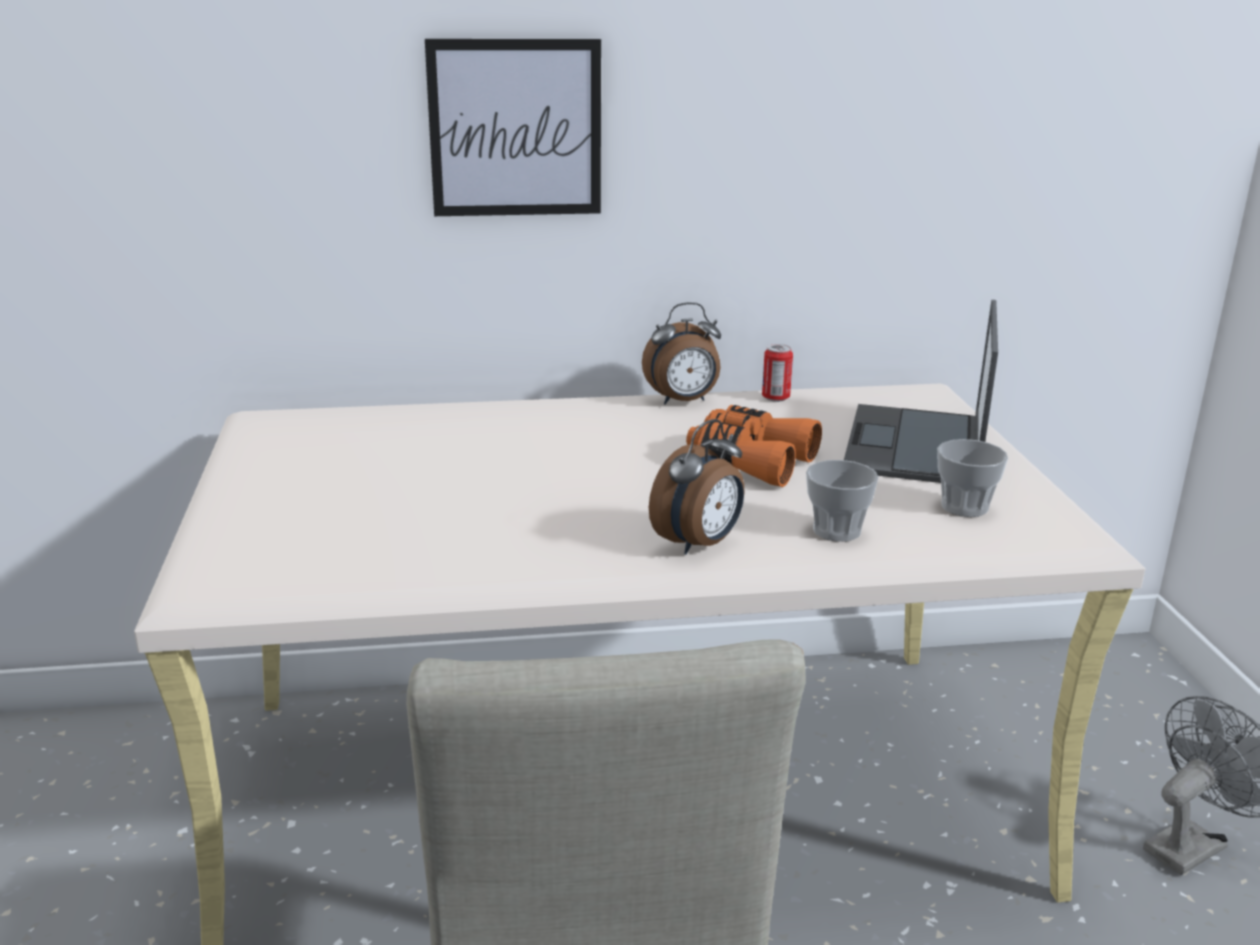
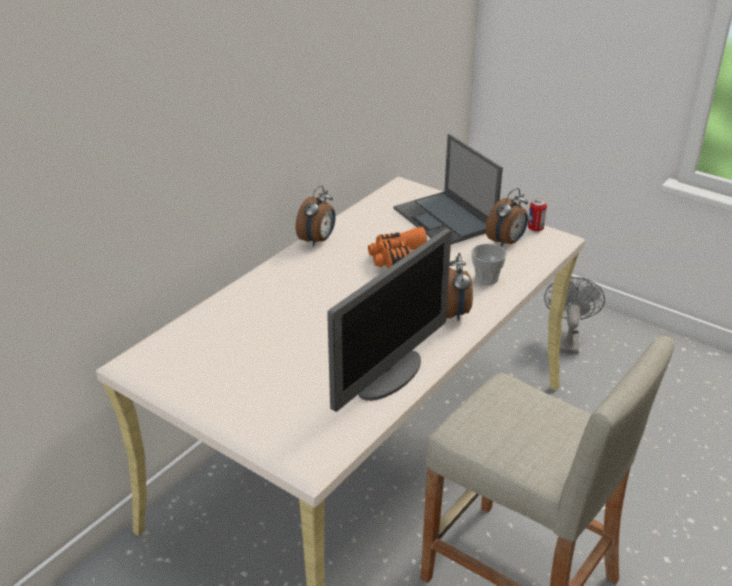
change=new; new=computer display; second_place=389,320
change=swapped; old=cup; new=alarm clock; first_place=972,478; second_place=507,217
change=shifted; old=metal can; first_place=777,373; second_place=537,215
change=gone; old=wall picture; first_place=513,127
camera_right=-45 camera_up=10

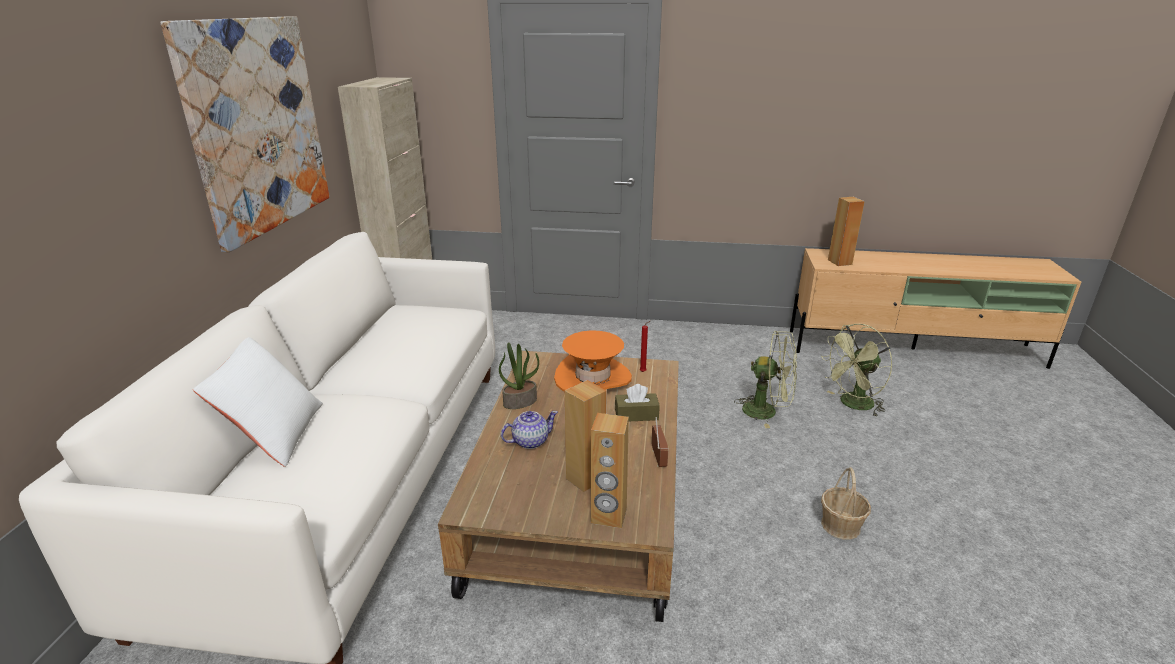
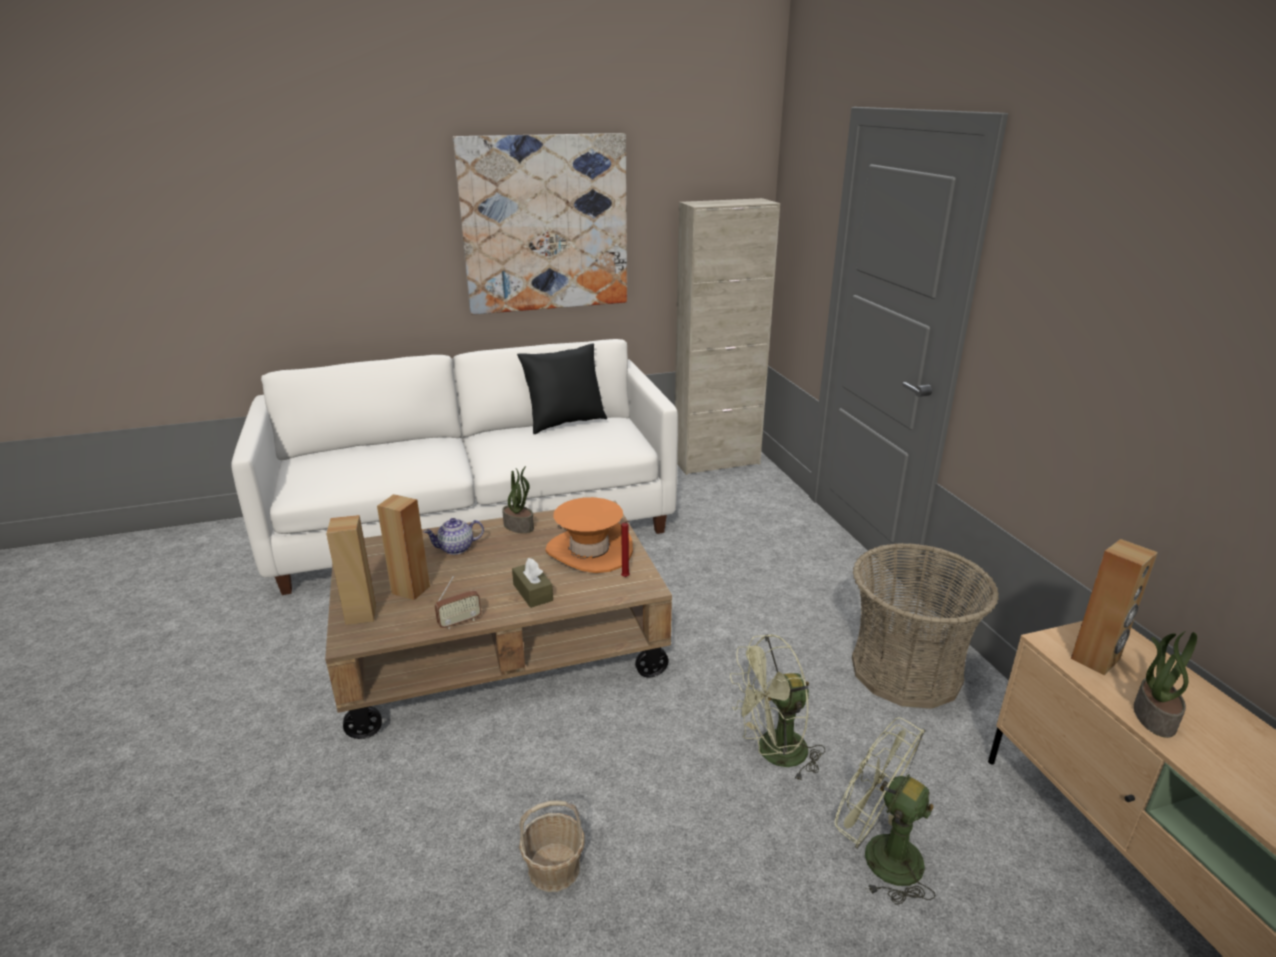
change=rotated; old=pot for tea; first_place=529,430; second_place=454,536; degrees=120
change=new; new=cushion (blackish); second_place=562,389
change=rotated; old=fan (green-coloured); first_place=765,379; second_place=777,708; degrees=75
change=new; new=storage basket; second_place=925,626
change=new; new=potted plant; second_place=1165,684
change=gone; old=cushion (whitish); first_place=258,402
camera_right=65 camera_up=0

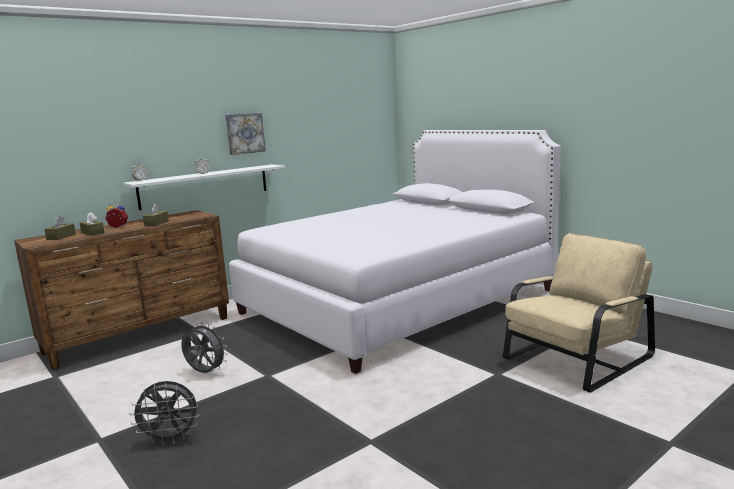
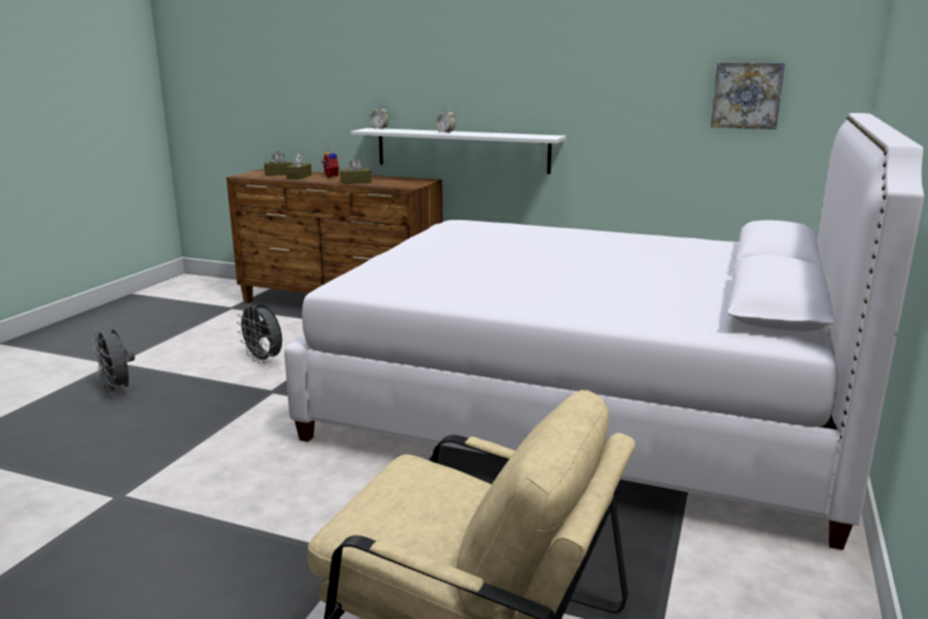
change=rotated; old=fan (gray); first_place=204,347; second_place=259,333; degrees=135
change=shifted; old=wall picture; first_place=245,134; second_place=748,95
camera_right=60 camera_up=5

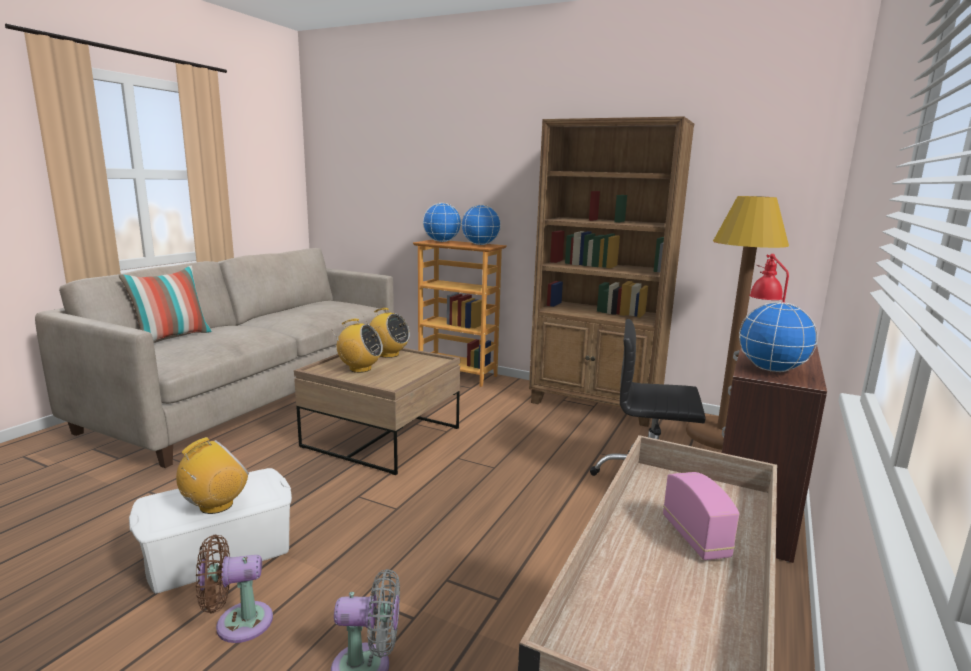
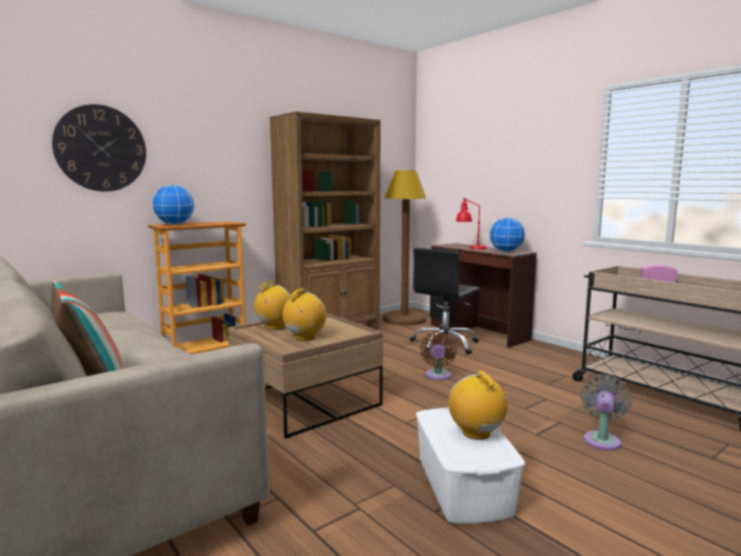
change=new; new=hanging clock; second_place=99,148
change=shifted; old=fan (brownish); first_place=234,589; second_place=438,356
change=gone; old=globe; first_place=481,225
camera_right=-65 camera_up=-5

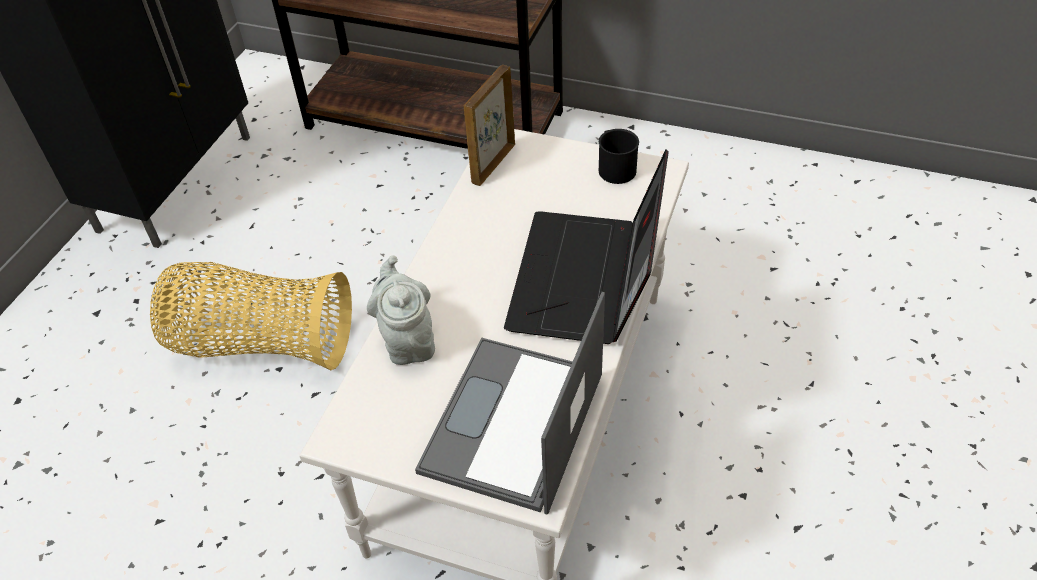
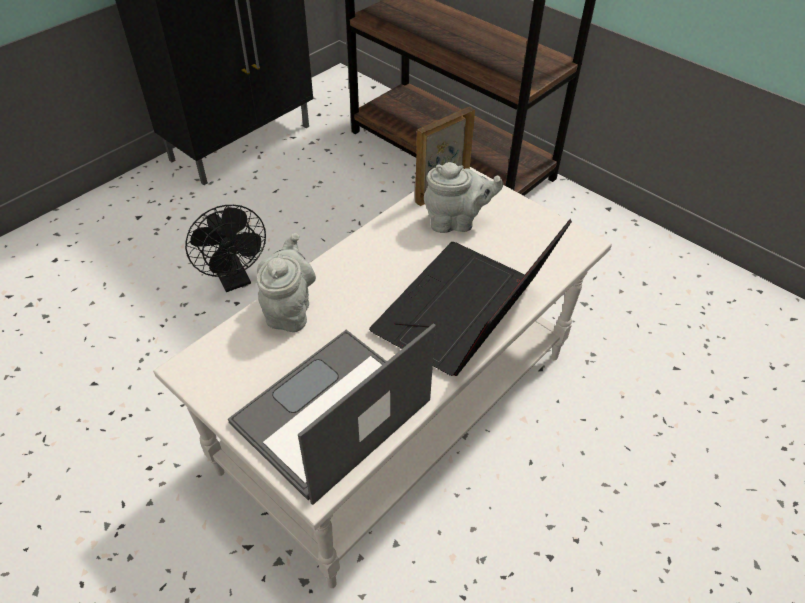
change=swapped; old=storage basket; new=fan (blackish); first_place=251,316; second_place=225,248
change=new; new=pot for tea (gray); second_place=463,197
change=gone; old=tea mug (blackish); first_place=619,156
camera_right=20 camera_up=0

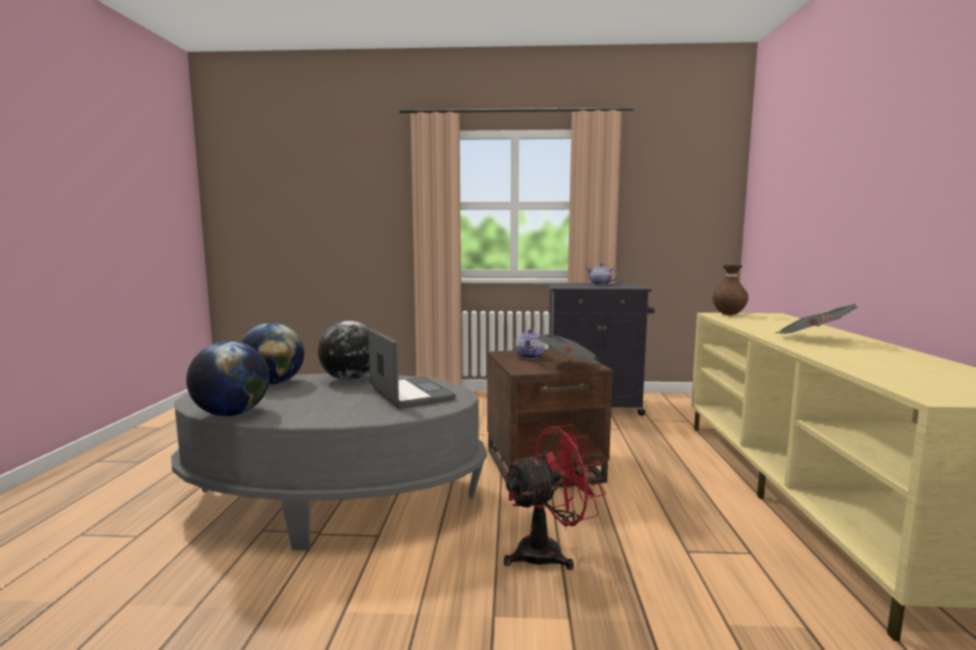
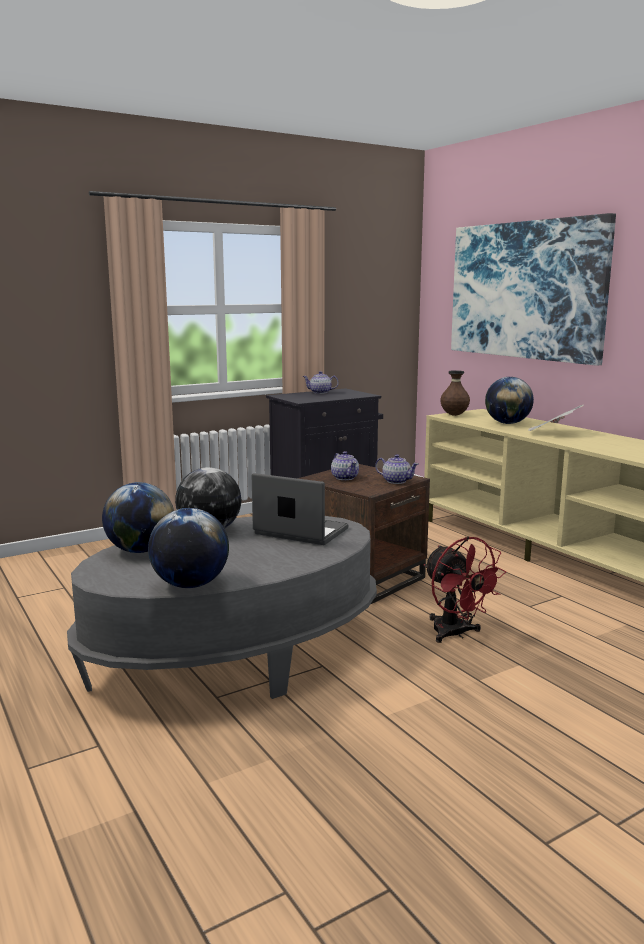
change=swapped; old=daily paper; new=pot for tea; first_place=568,348; second_place=397,469
change=rotated; old=fan (red); first_place=554,497; second_place=465,589; degrees=120
change=new; new=wall picture; second_place=533,289
change=new; new=globe; second_place=509,400
camera_right=-35 camera_up=5

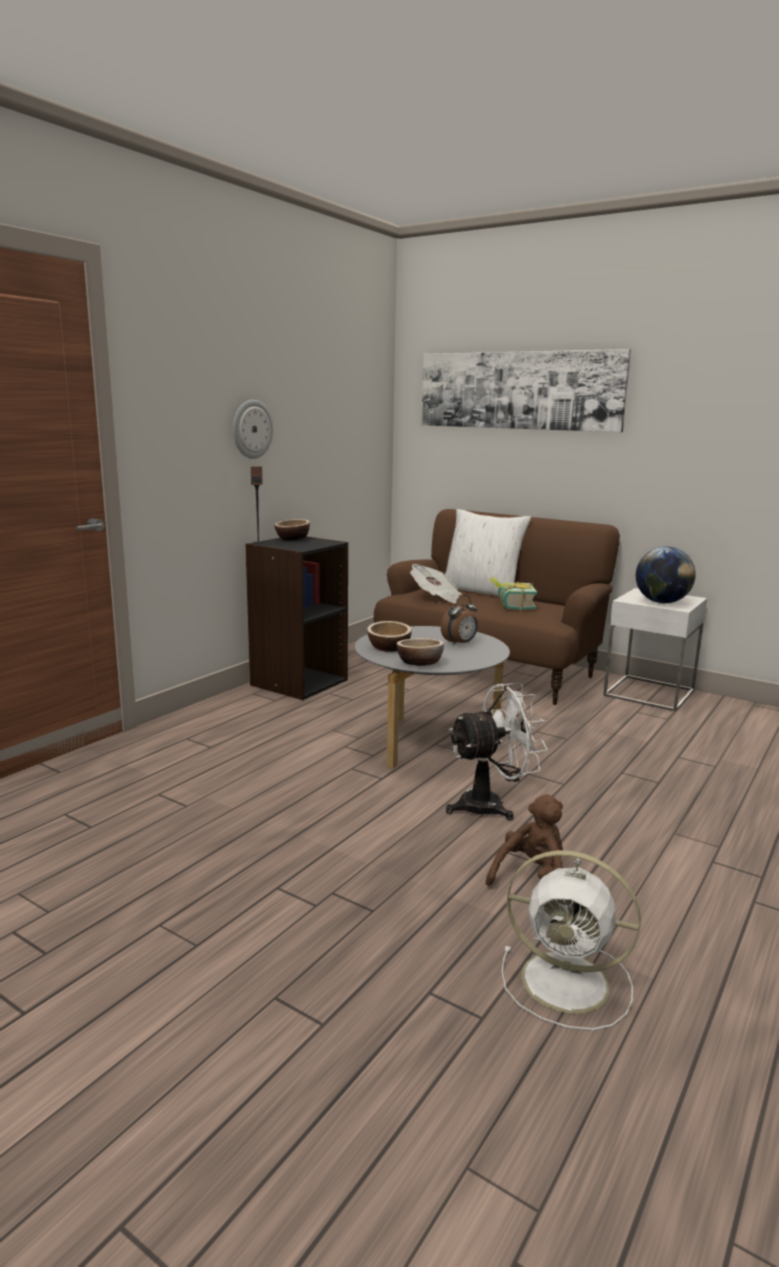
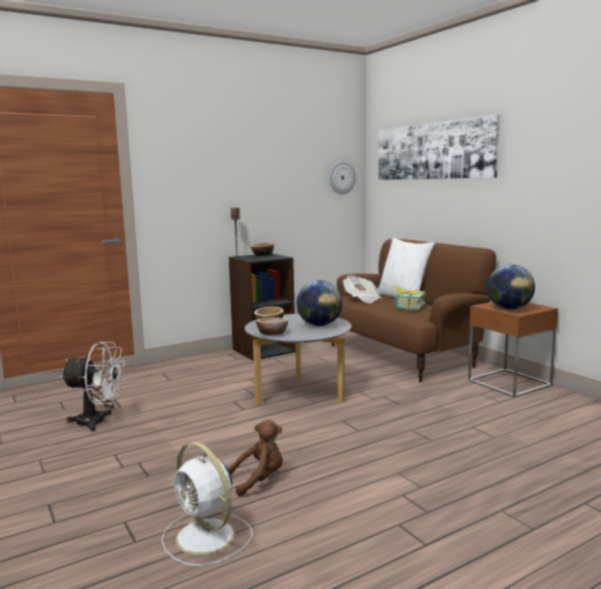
change=shifted; old=fan (whitish); first_place=497,751; second_place=93,387
change=swapped; old=alarm clock; new=globe; first_place=459,620; second_place=319,303
change=shifted; old=hanging clock; first_place=253,429; second_place=342,177
change=repainted; old=accent table (whitish); new=accent table (brownish); first_place=655,650; second_place=513,350
camera_right=25 camera_up=-5

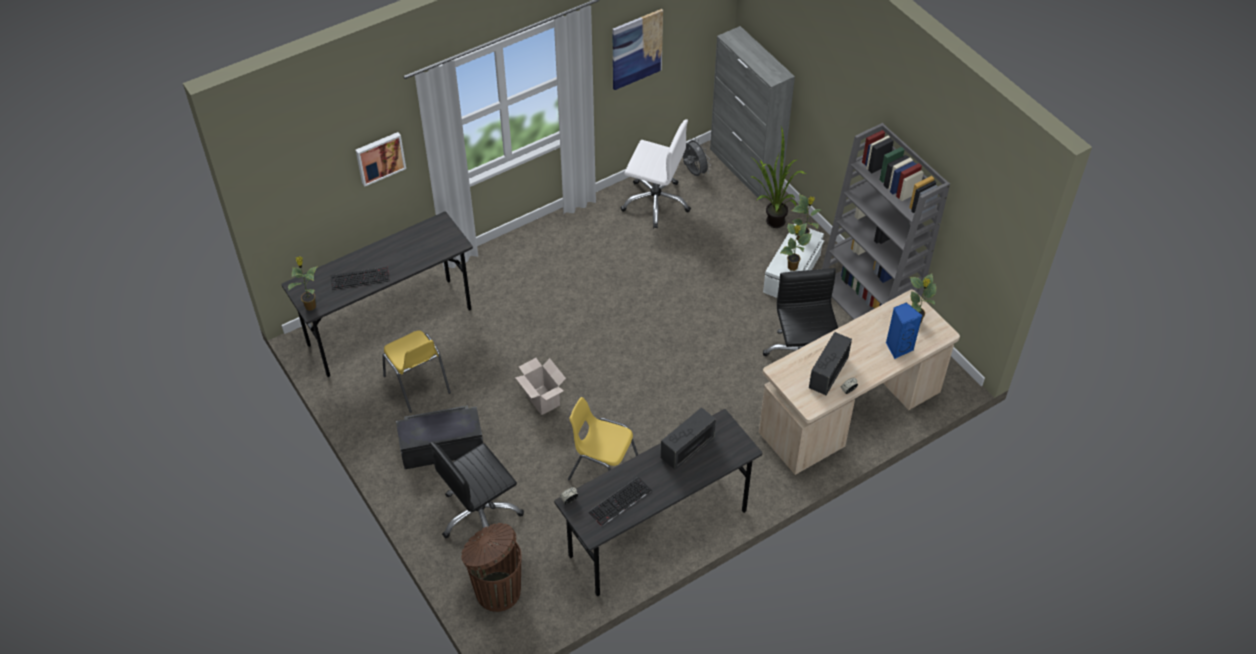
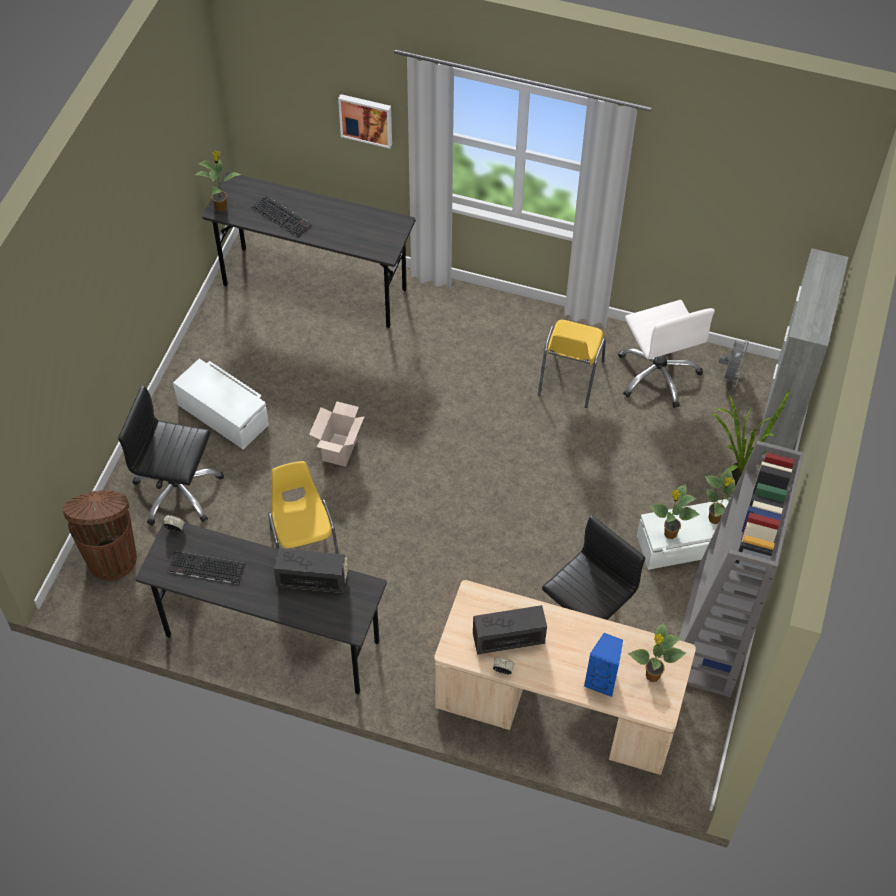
change=repainted; old=storage container (blackish); new=storage container (whitish); first_place=439,437; second_place=221,403
change=shifted; old=plain chair (yellow-coloured); first_place=416,371; second_place=572,364
change=gone; old=wall picture; first_place=637,49
camera_right=50 camera_up=5

